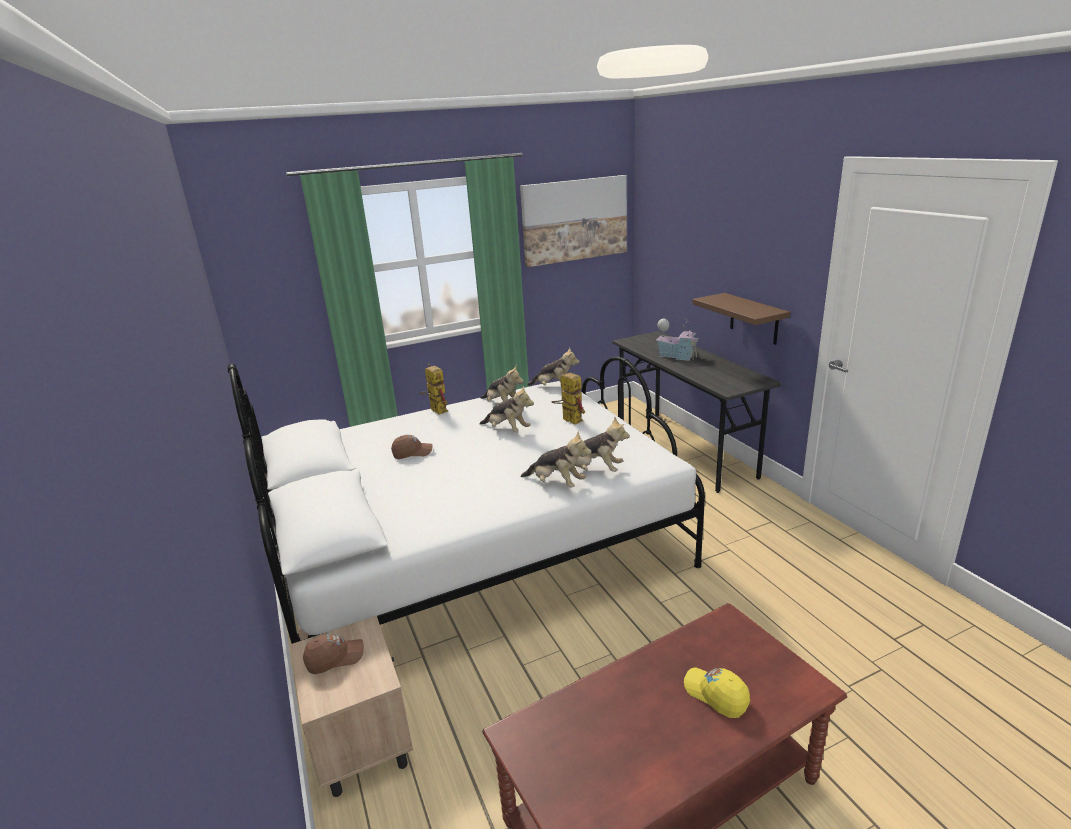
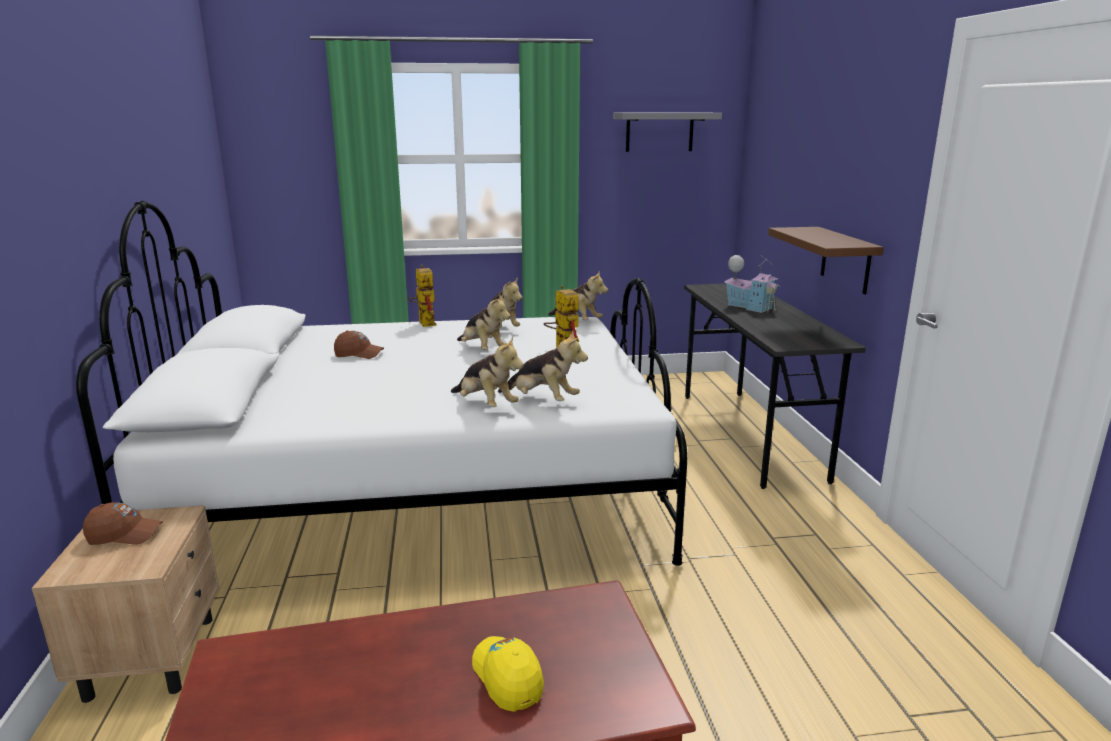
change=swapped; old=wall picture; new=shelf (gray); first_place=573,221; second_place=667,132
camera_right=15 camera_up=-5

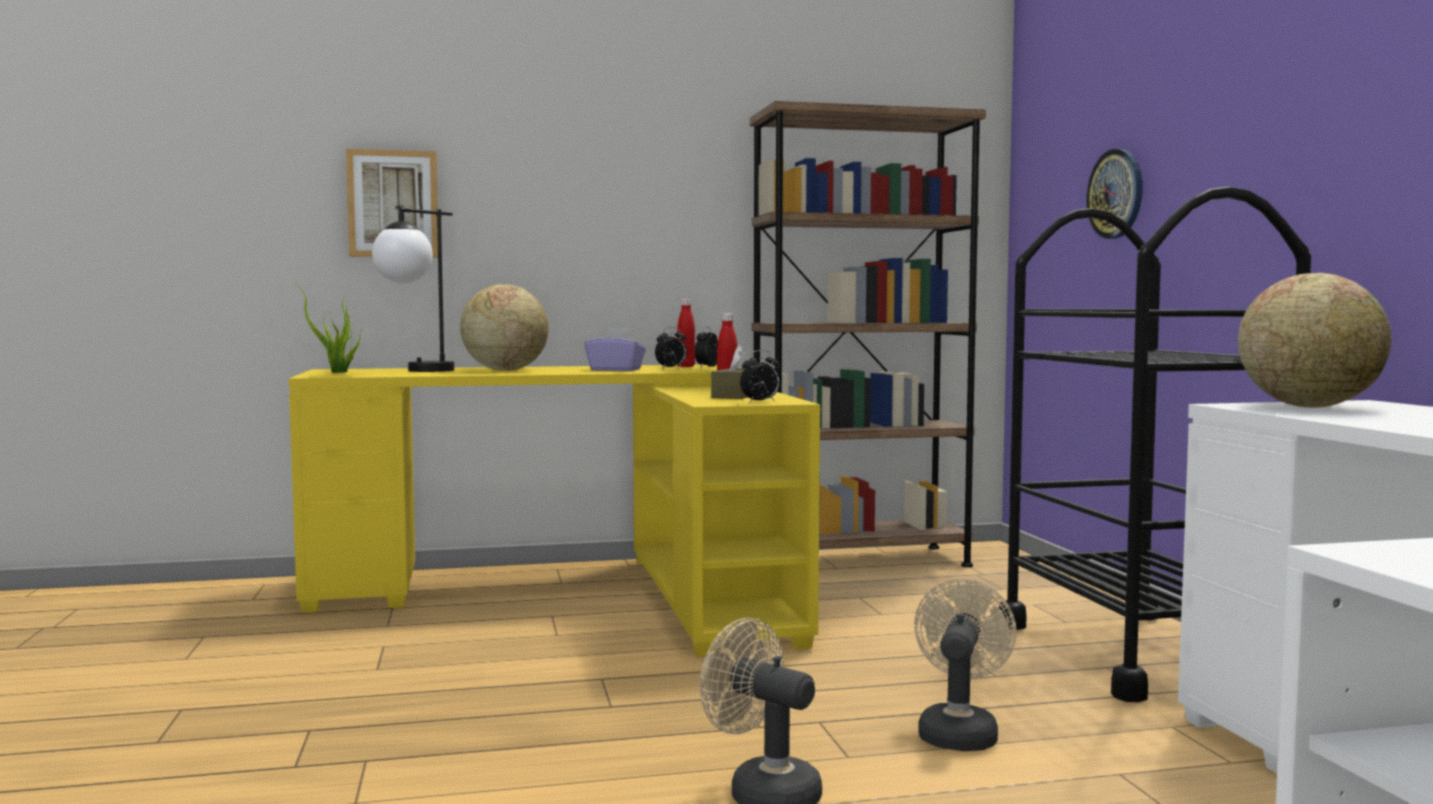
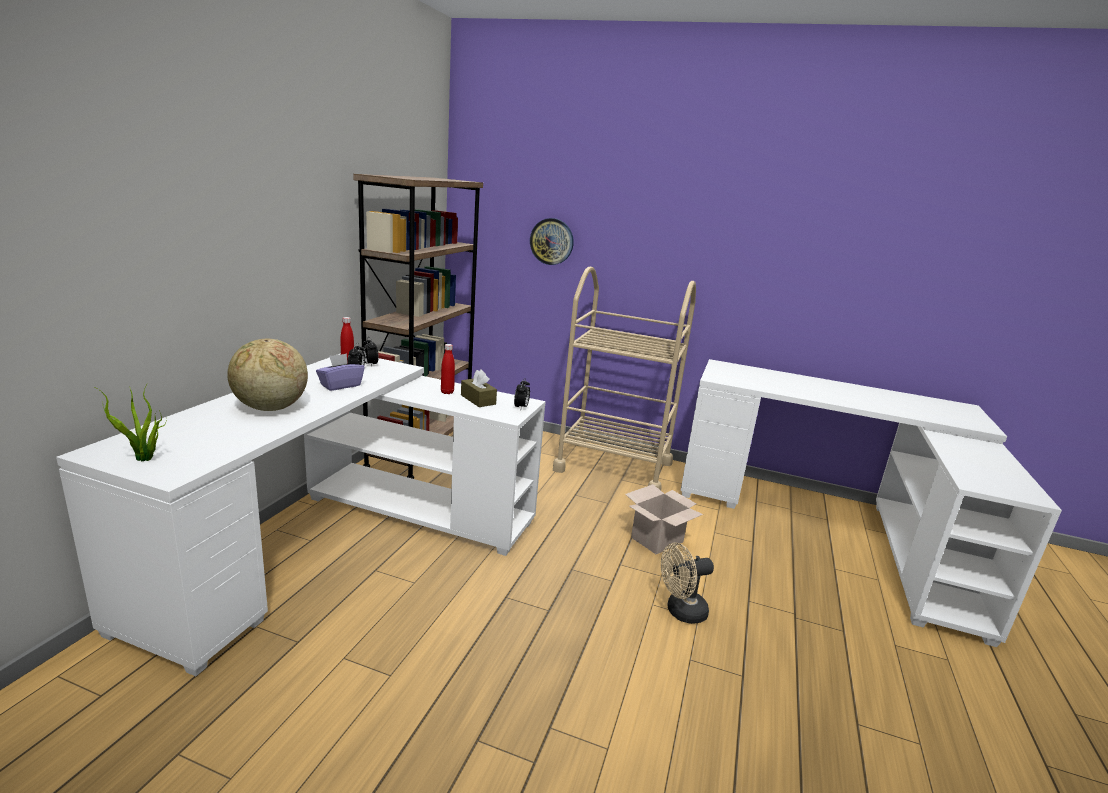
change=repainted; old=desk unit (yellow-coloured); new=desk unit (whitish); first_place=554,510; second_place=301,514
change=repainted; old=trolley (blackish); new=trolley (sand-coloured); first_place=1155,444; second_place=624,378
change=swapped; old=fan (sand-coloured); new=cardboard box; first_place=965,665; second_place=664,519
change=gone; old=wall picture; first_place=392,203
change=gone; old=lamp for a table; first_place=413,289
change=gone; old=globe; first_place=1314,340
camera_right=-60 camera_up=15

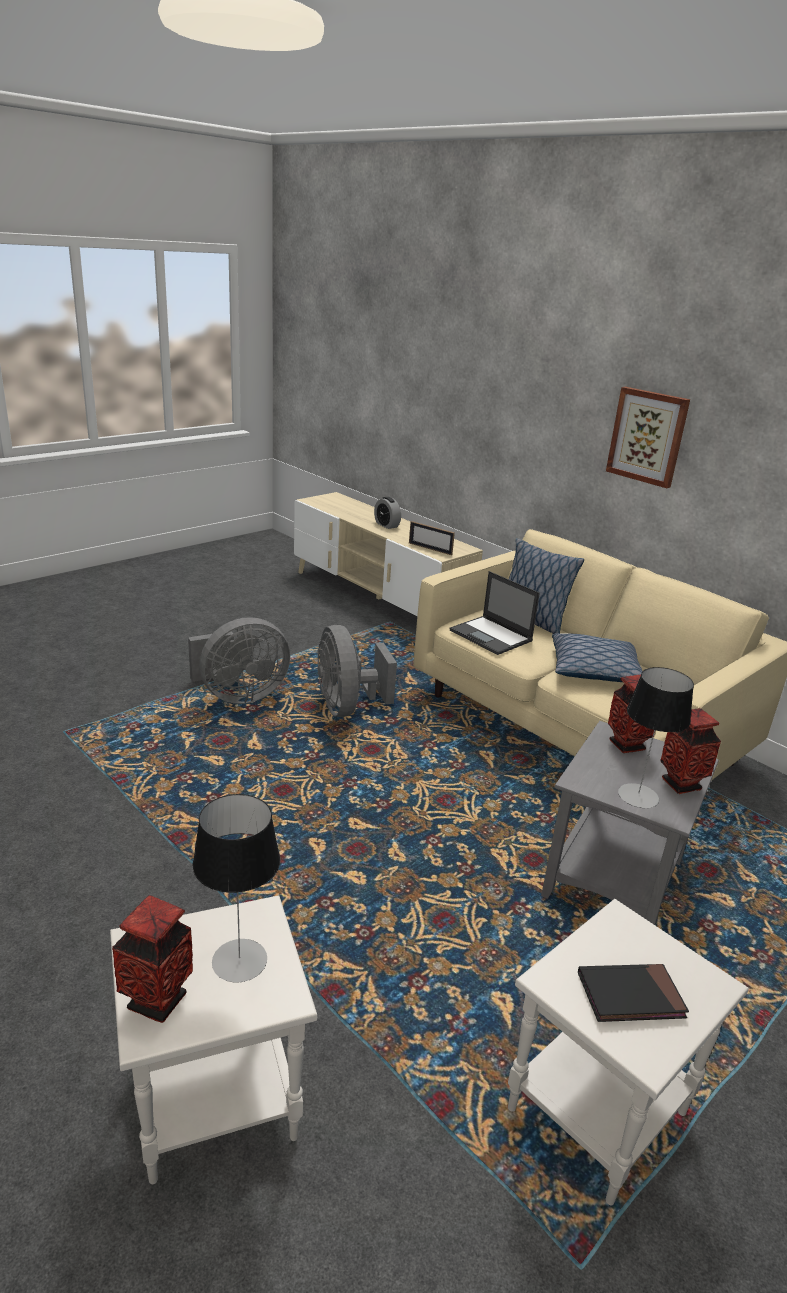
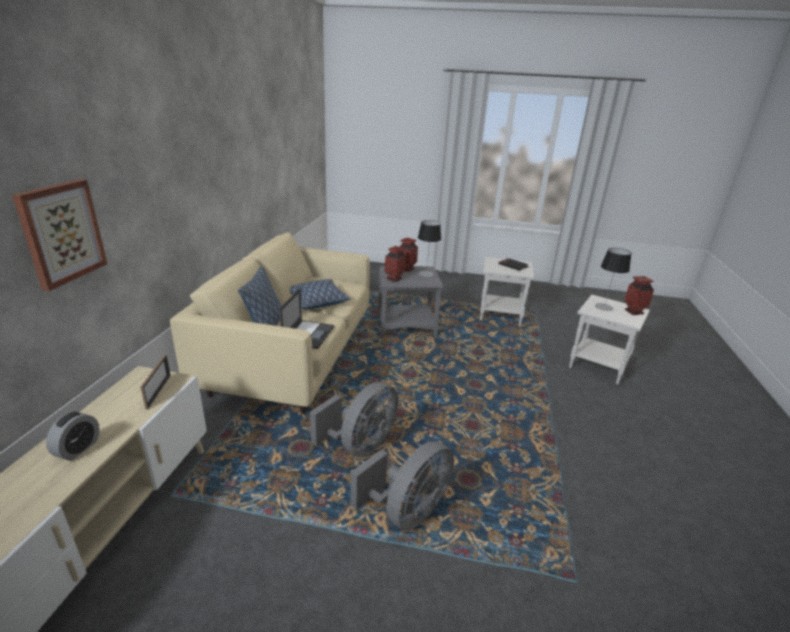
change=shifted; old=wall picture; first_place=648,437; second_place=59,235
change=rotated; old=fan (gray); first_place=239,660; second_place=402,485; degrees=105
camera_right=-125 camera_up=0

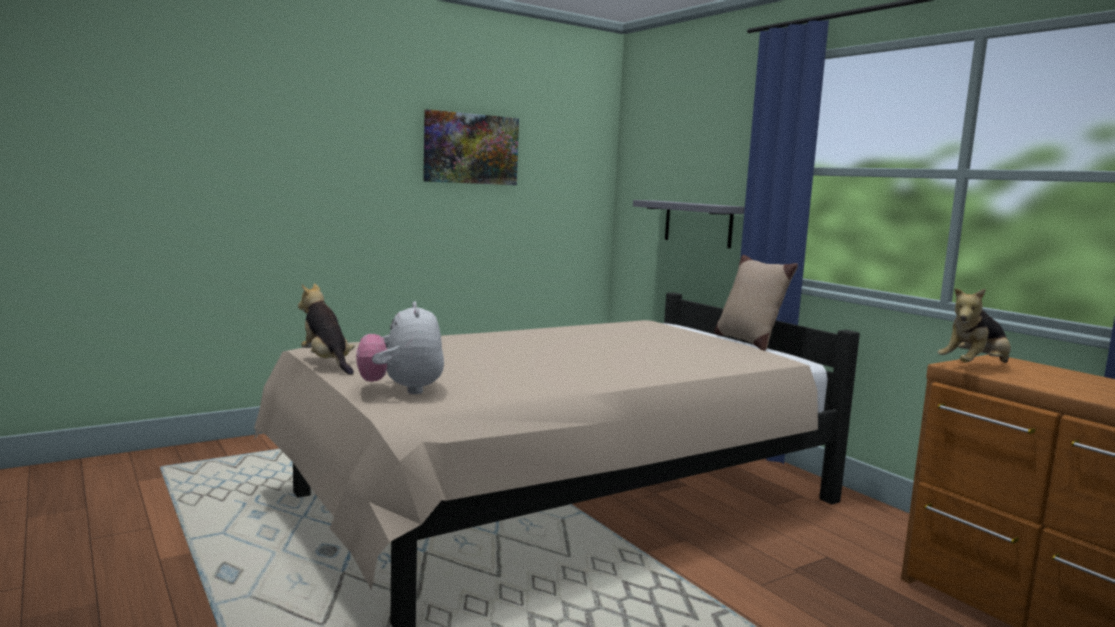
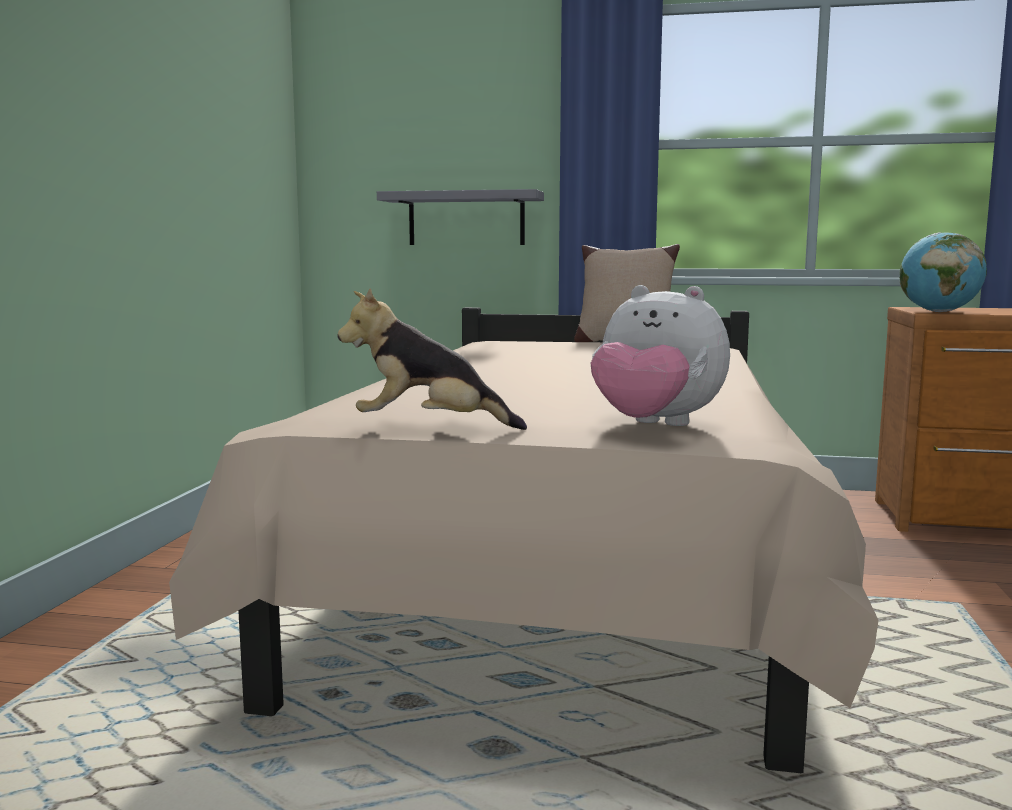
change=swapped; old=cuddly toy; new=globe; first_place=974,325; second_place=943,272
change=gone; old=wall picture; first_place=471,147
camera_right=-45 camera_up=0

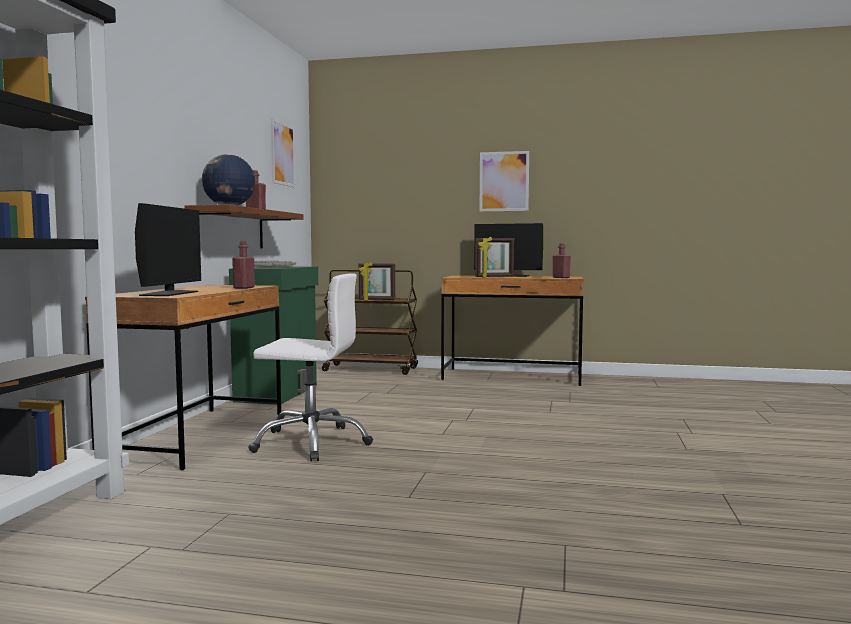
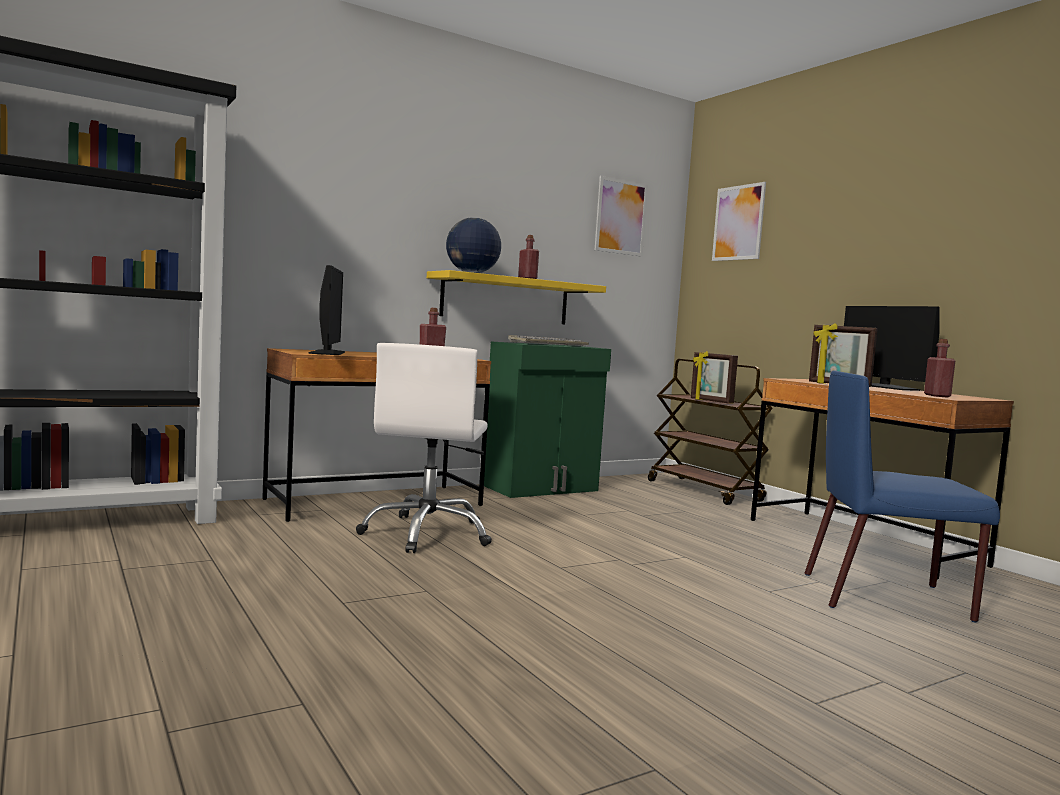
change=rotated; old=computer display; first_place=168,249; second_place=327,310; degrees=-60
change=rotated; old=computer chair (whitish); first_place=310,367; second_place=424,448; degrees=45
change=repainted; old=shelf (brownish); new=shelf (yellow-coloured); first_place=244,226; second_place=516,297
change=shifted; old=wall picture; first_place=504,181; second_place=739,221
change=new; new=plain chair (bluish); second_place=902,496
camera_right=45 camera_up=0

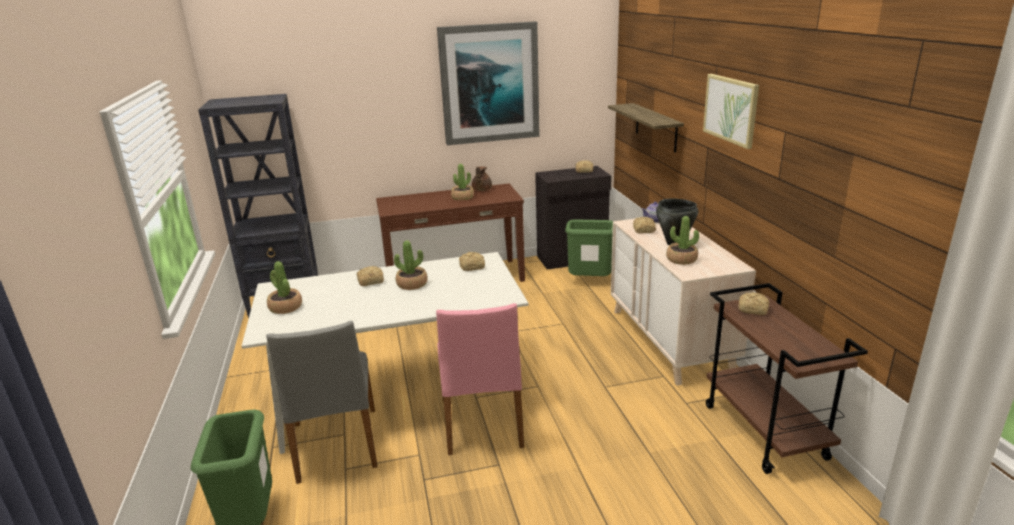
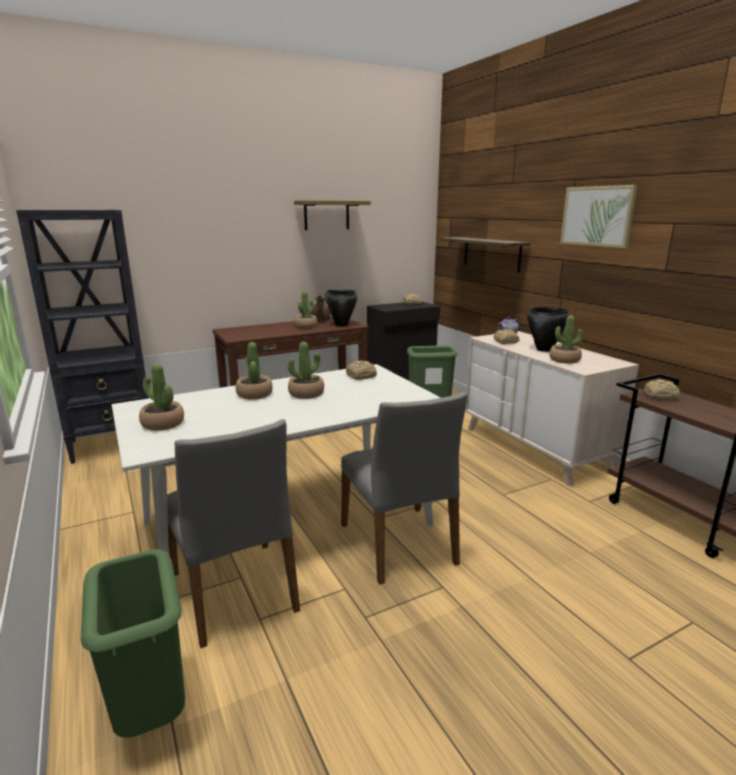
change=swapped; old=bread; new=potted plant; first_place=370,276; second_place=254,371
change=swapped; old=wall picture; new=shelf; first_place=488,83; second_place=332,215
change=new; new=saucepot (blackish); second_place=341,308
change=repainted; old=plain chair (pink); new=plain chair (gray); first_place=480,379; second_place=404,488
camera_right=-15 camera_up=-5

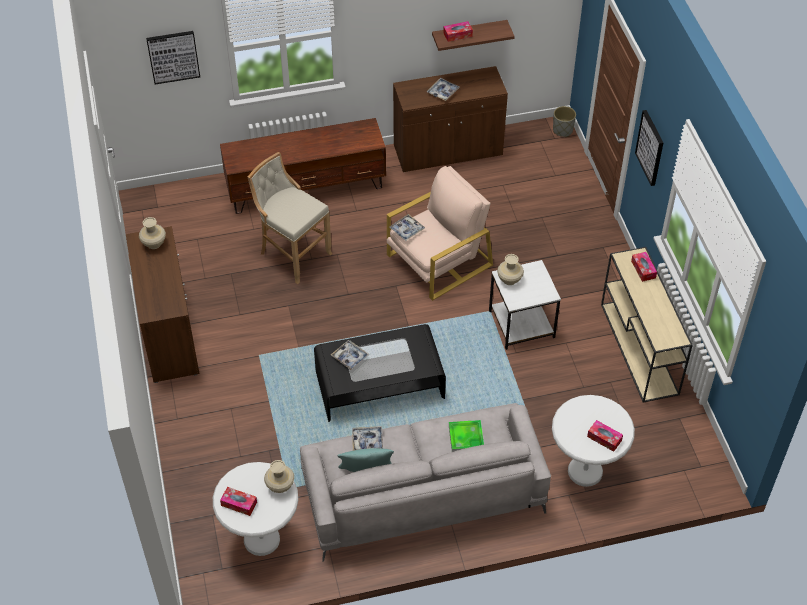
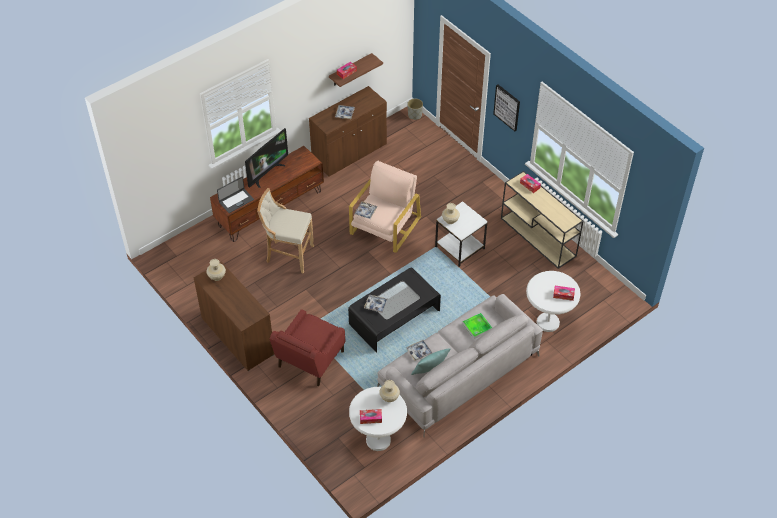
change=new; new=laptop; second_place=235,195
change=new; new=TV set; second_place=266,158
change=new; new=lounge chair (red); second_place=308,347
change=gone; old=wall picture; first_place=173,57
camera_right=-25 camera_up=0

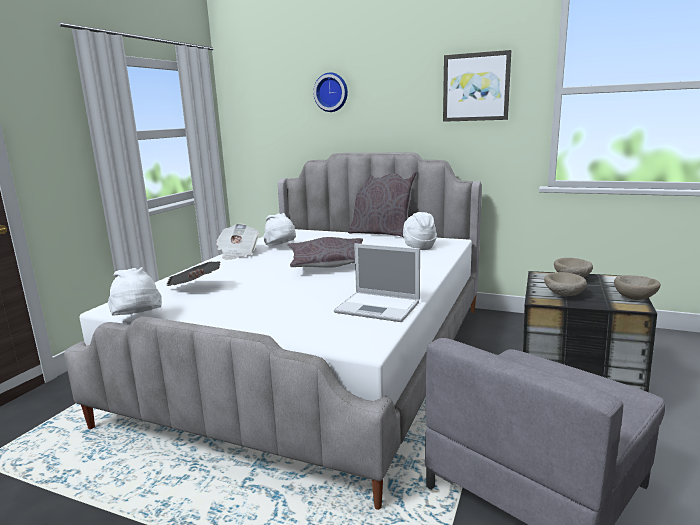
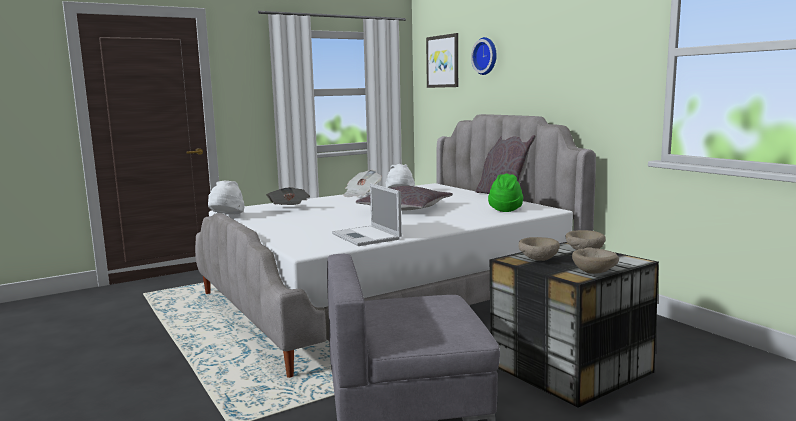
change=shifted; old=wall picture; first_place=477,86; second_place=442,60
change=repainted; old=wearable hat (whitish); new=wearable hat (green-coloured); first_place=420,231; second_place=505,193
camera_right=35 camera_up=-5

